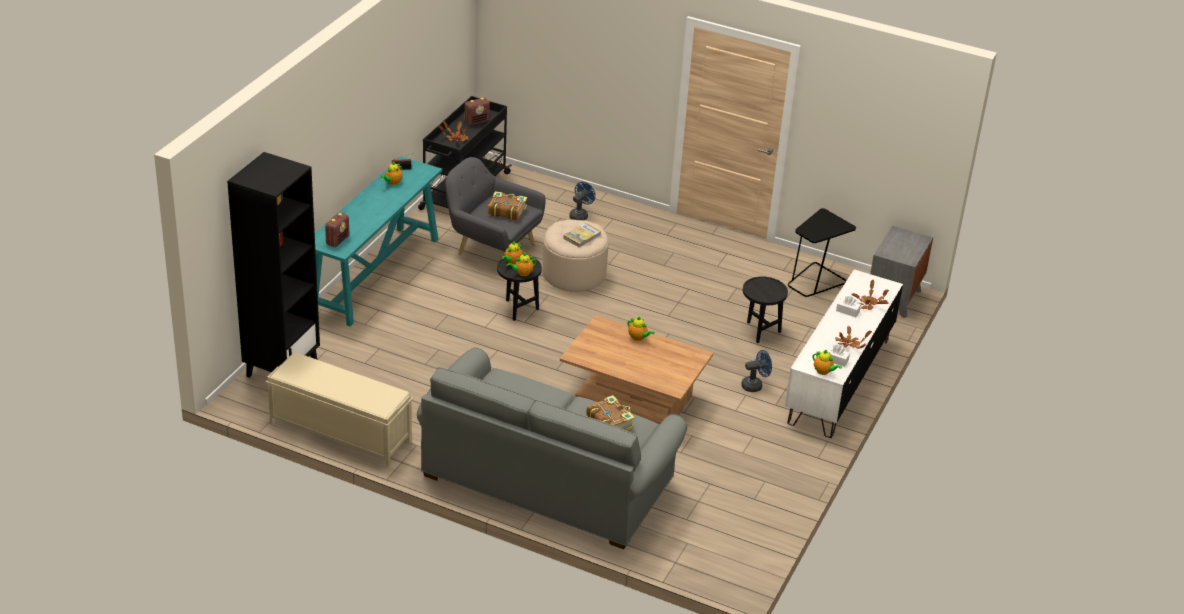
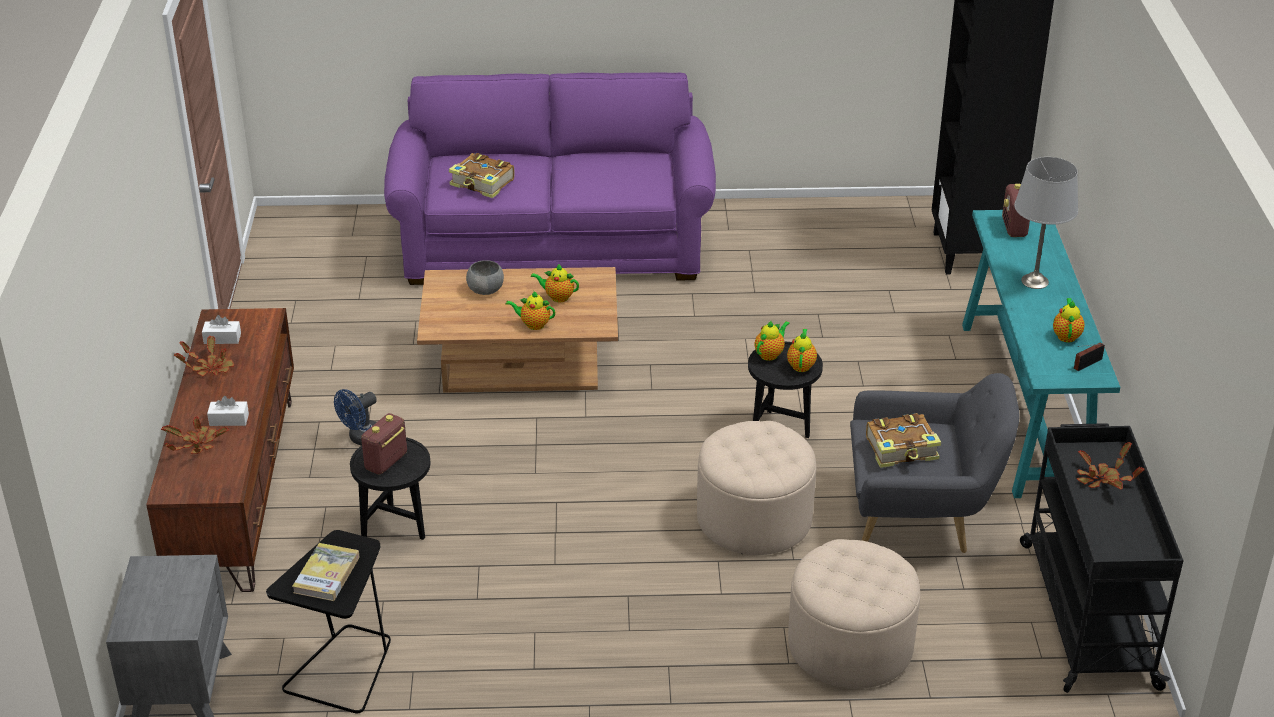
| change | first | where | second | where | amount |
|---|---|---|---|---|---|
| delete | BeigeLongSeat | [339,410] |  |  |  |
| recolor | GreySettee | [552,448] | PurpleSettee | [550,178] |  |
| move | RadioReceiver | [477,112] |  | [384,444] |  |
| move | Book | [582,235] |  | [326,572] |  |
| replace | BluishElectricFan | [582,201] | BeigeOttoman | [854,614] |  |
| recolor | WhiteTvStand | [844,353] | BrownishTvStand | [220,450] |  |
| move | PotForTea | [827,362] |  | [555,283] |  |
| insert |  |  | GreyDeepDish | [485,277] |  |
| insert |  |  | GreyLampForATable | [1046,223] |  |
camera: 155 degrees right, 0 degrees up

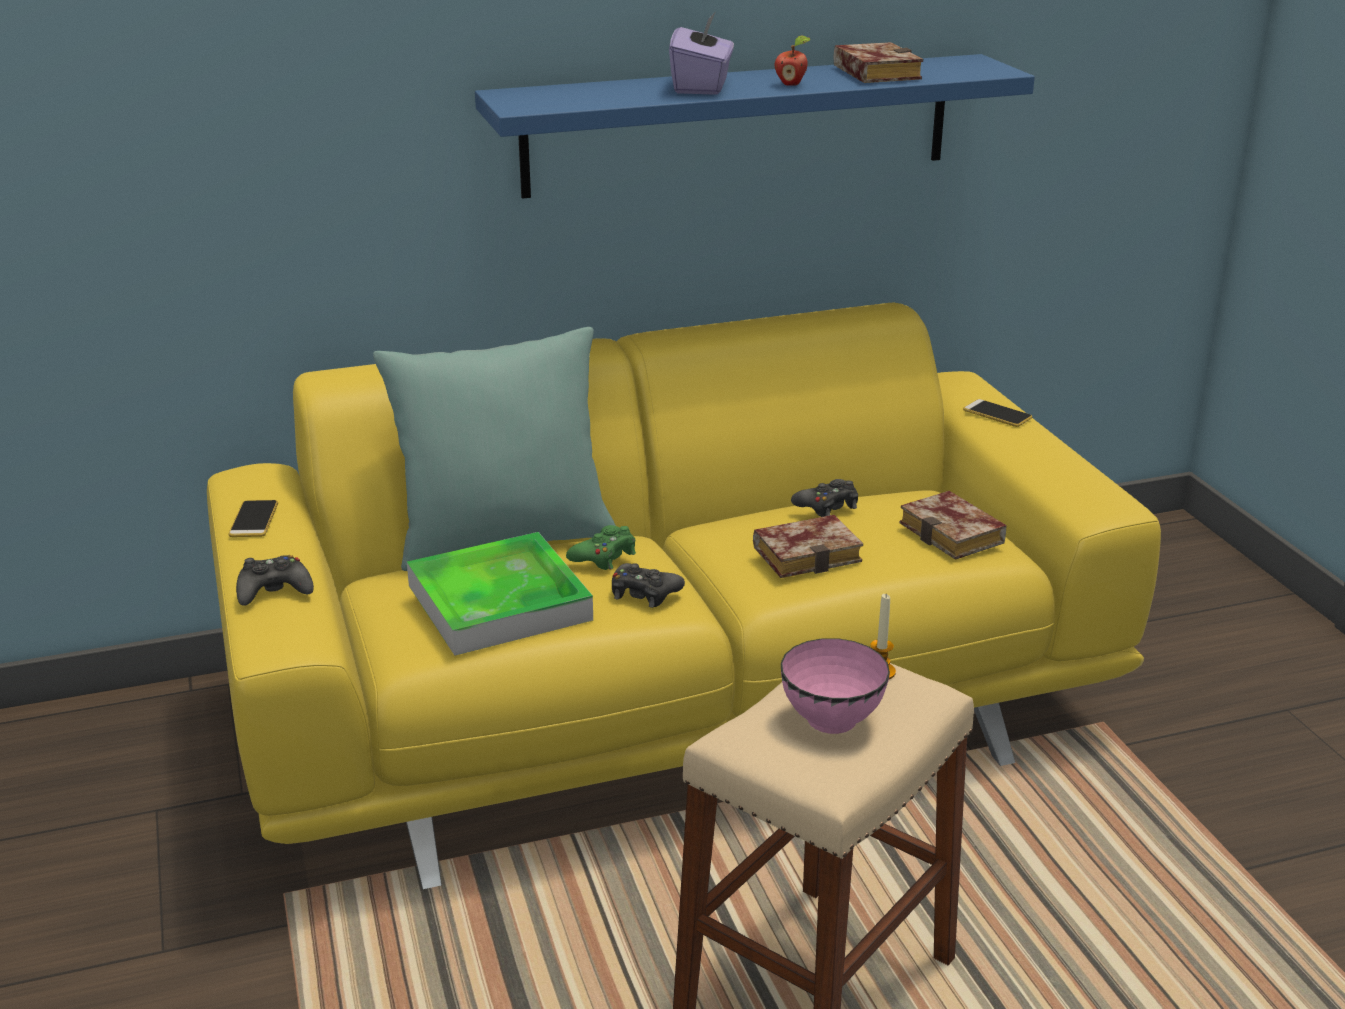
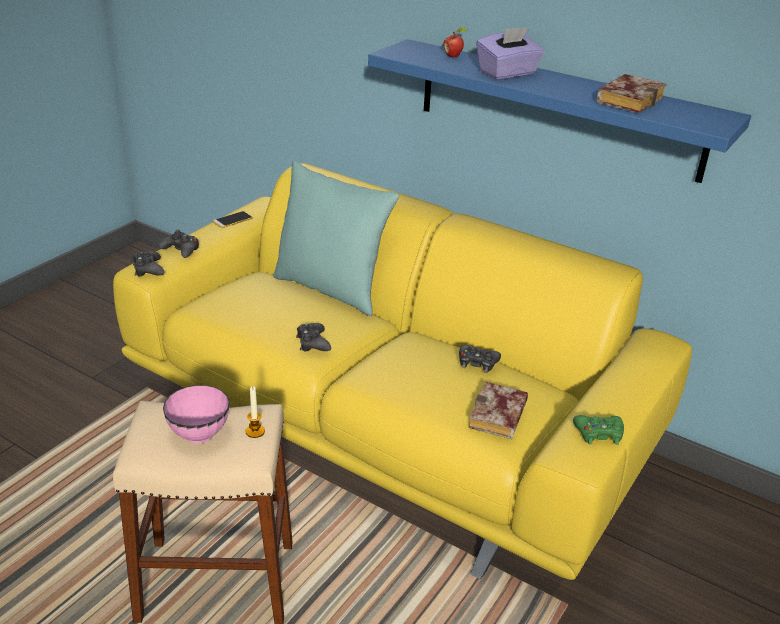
| change | first | where | second | where | amount |
|---|---|---|---|---|---|
| delete | CarryingTray | [500,594] |  |  |  |
| move | GreenGamepad | [601,547] |  | [598,430] |  |
| delete | Book | [808,546] |  |  |  |
| move | WholeApple | [792,60] |  | [455,42] |  |
| delete | Telephone | [997,413] |  |  |  |
| insert |  |  | BlackGamepad | [148,263] |  |
camera: 50 degrees right, 5 degrees up

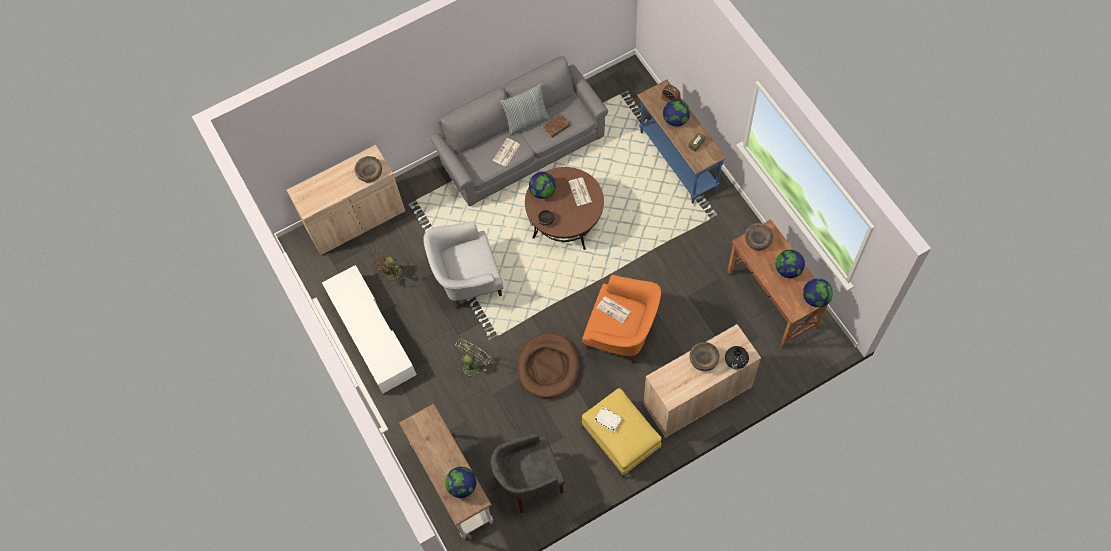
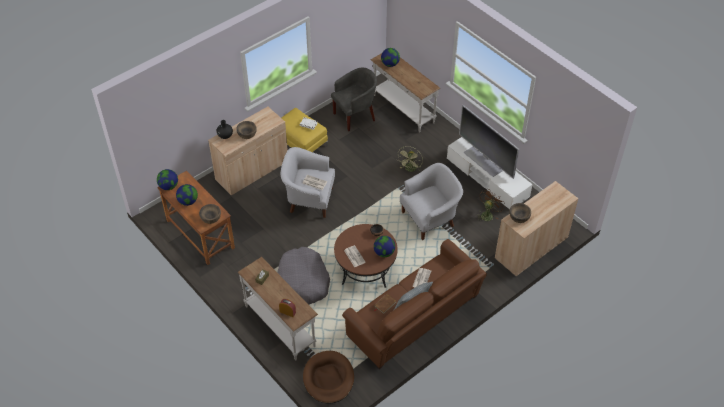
| change | first | where | second | where | amount |
|---|---|---|---|---|---|
| recolor | GreySettee | [519,131] | BrownishSettee | [414,304] |  |
| move | BrownishPetBed | [548,365] |  | [328,377] |  |
| recolor | OrangeArmchair | [621,319] | WhiteArmchair | [308,182] |  |
| recolor | BluishNarrowTable | [681,141] | WhiteNarrowTable | [278,309] |  |
| delete | WorldGlobe | [676,113] |  |  |  |
| insert |  |  | GreyPetBed | [303,276] |  |
| insert |  |  | Tv | [489,142] |  |
camera: 165 degrees right, 15 degrees down

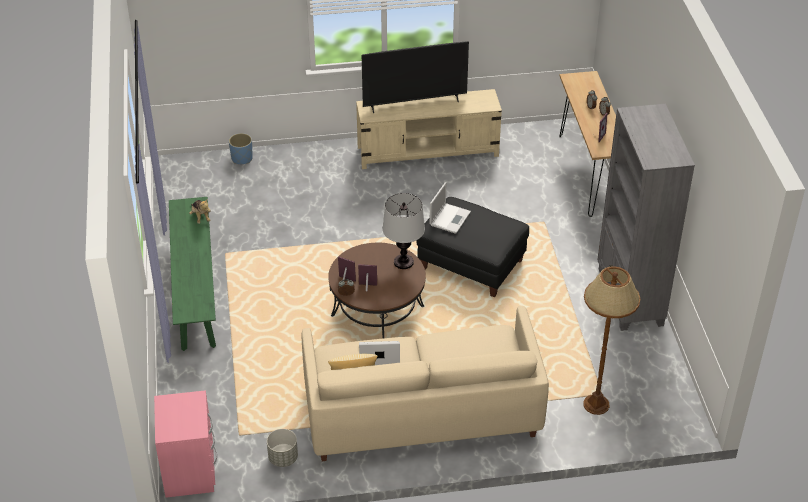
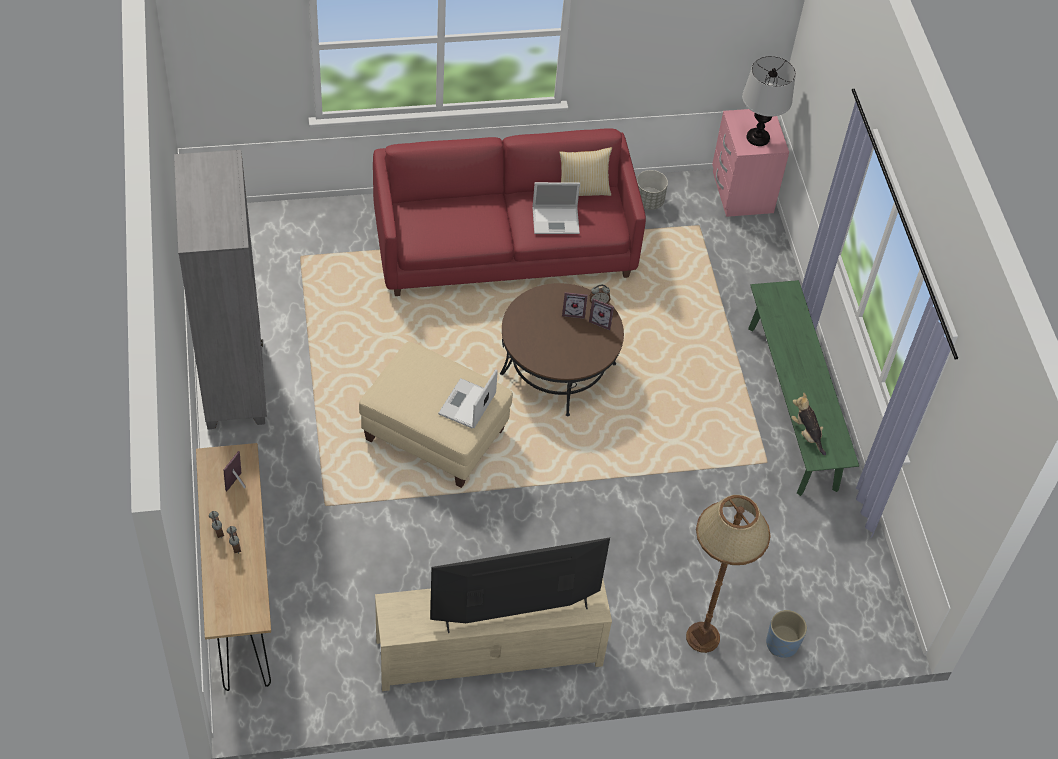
| change | first | where | second | where | amount |
|---|---|---|---|---|---|
| recolor | BeigeSettee | [425,383] | RedColouredSettee | [509,212] |  |
| move | LampForATable | [404,231] |  | [769,101] |  |
| recolor | BlackOttoman | [473,247] | BeigeOttoman | [436,415] |  |
| move | BrownishFloorLamp | [611,340] |  | [728,574] |  |
camera: 175 degrees right, 10 degrees up

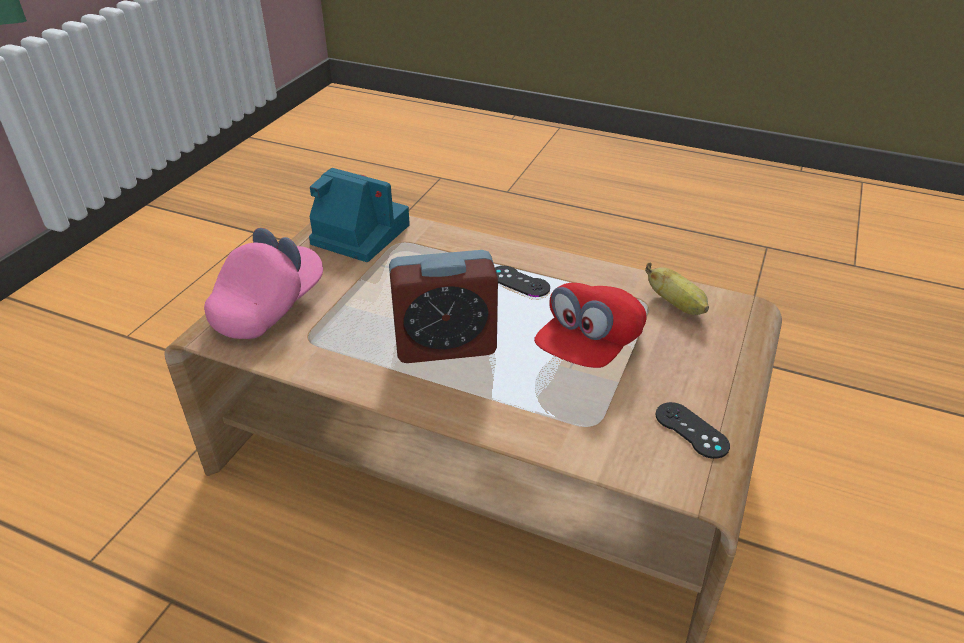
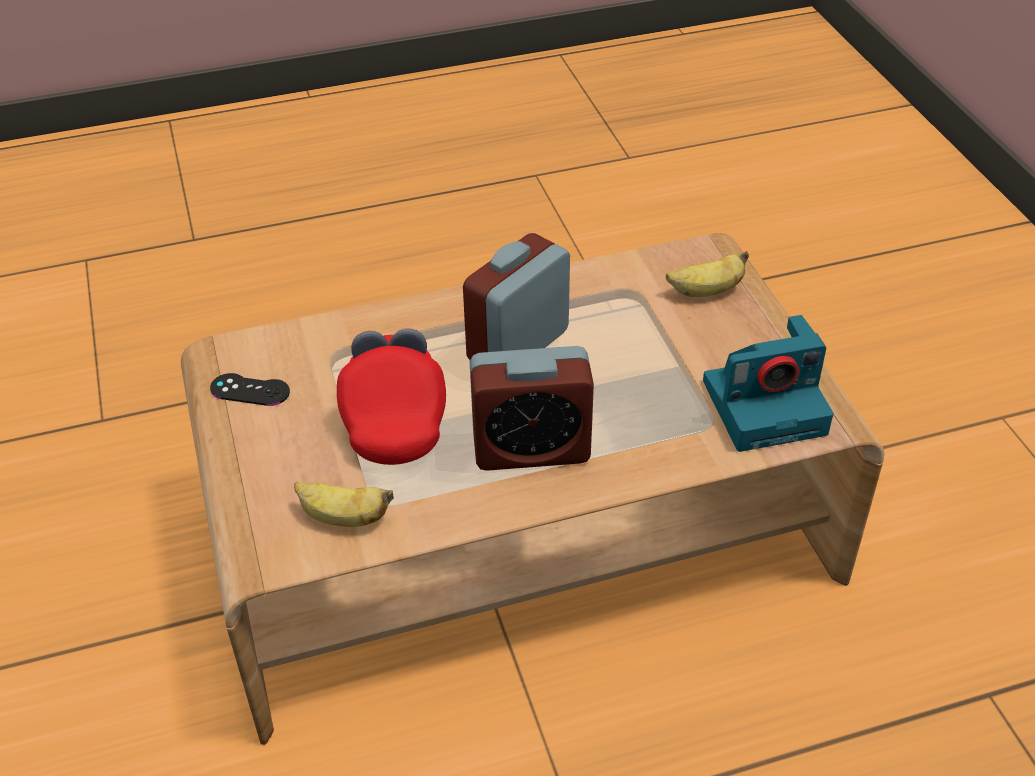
| change | first | where | second | where | amount |
|---|---|---|---|---|---|
| replace | PinkColouredPeakedCap | [263,283] | BananaFruit | [707,274] |  |
| replace | BlackGamepad | [522,281] | BedsideClock | [532,408] |  |
camera: 140 degrees right, 5 degrees up

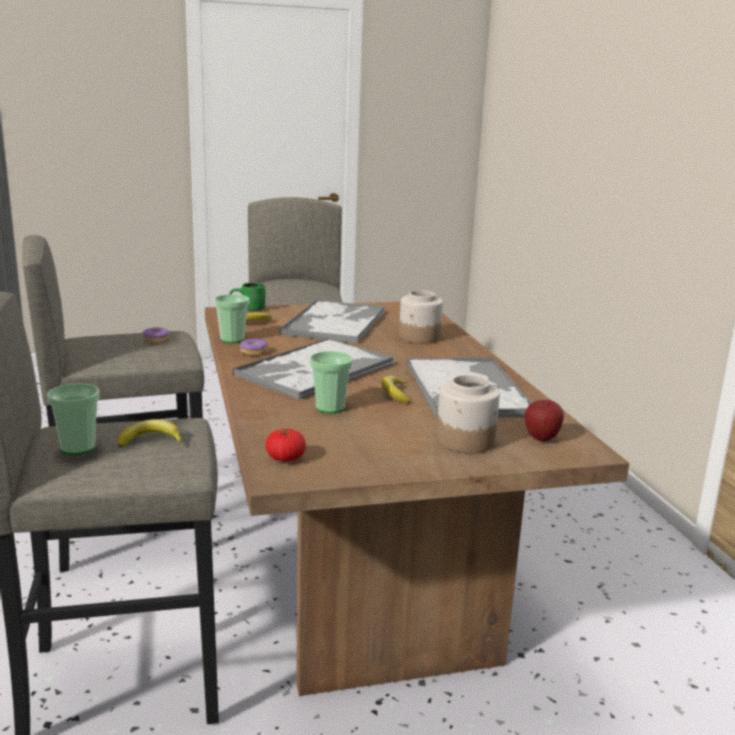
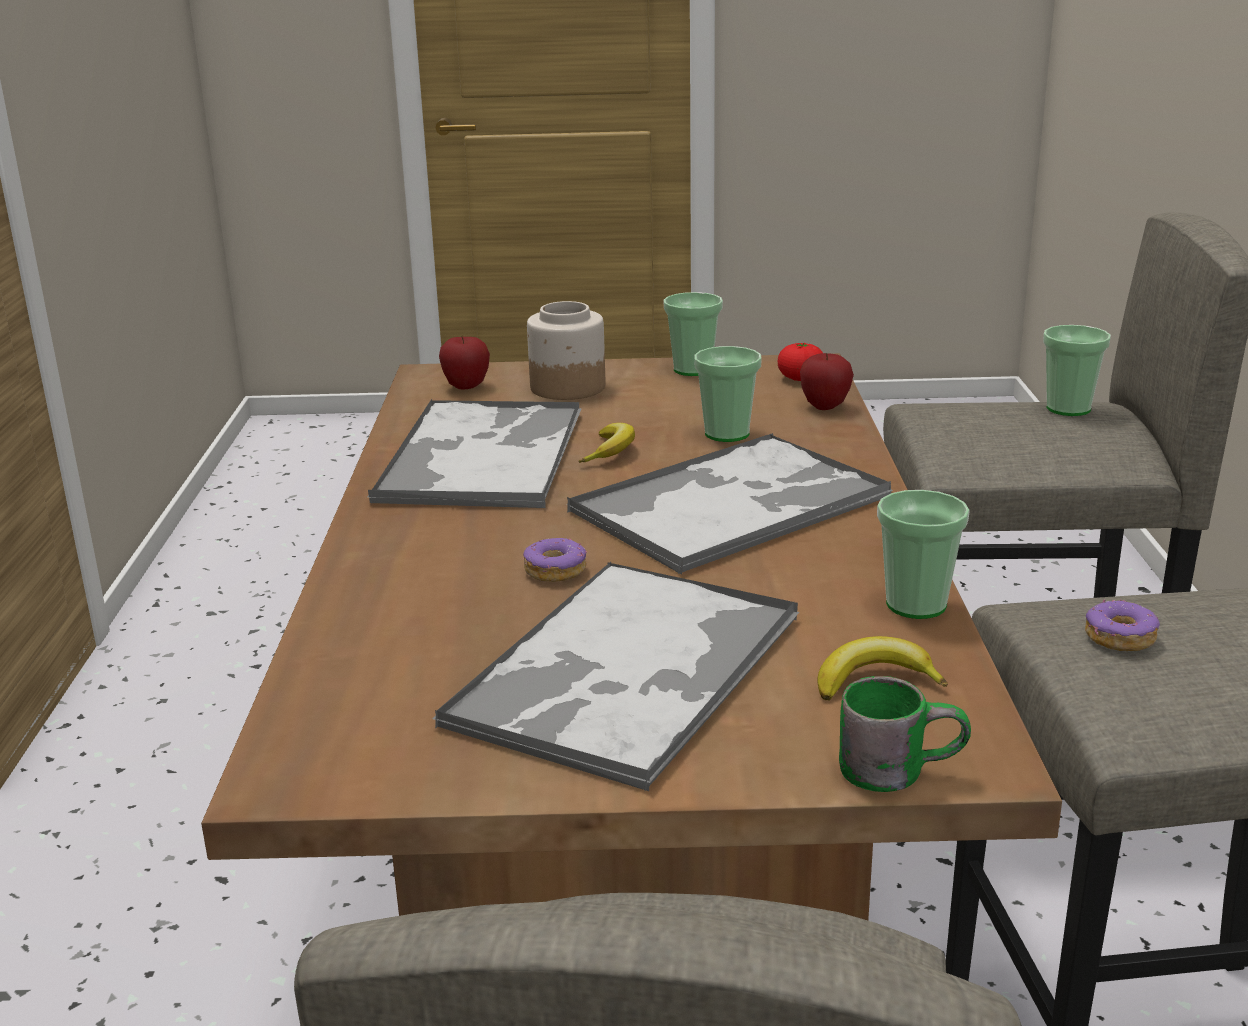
| change | first | where | second | where | amount |
|---|---|---|---|---|---|
| delete | BananaFruit | [150,433] |  |  |  |
| move | Donut | [254,347] |  | [555,560] |  |
| delete | Jar | [421,317] |  |  |  |
| insert |  |  | Cup | [693,334] |  |
| insert |  |  | WholeApple | [827,381] |  |
camera: 165 degrees left, 5 degrees up

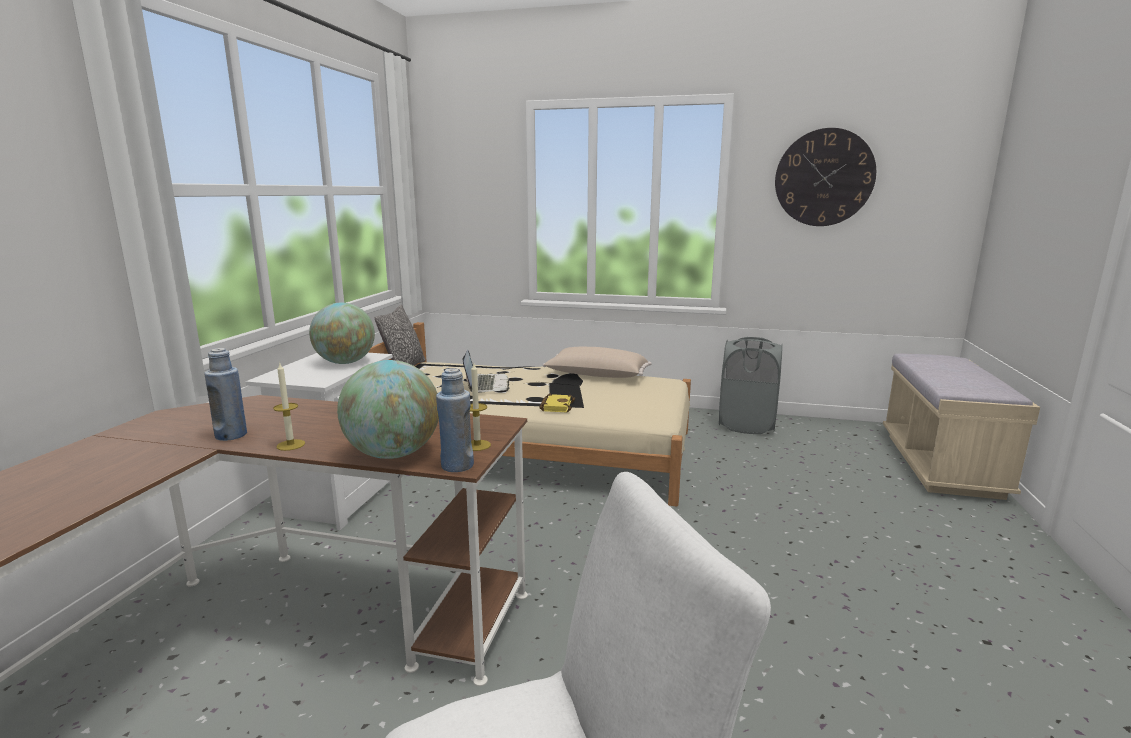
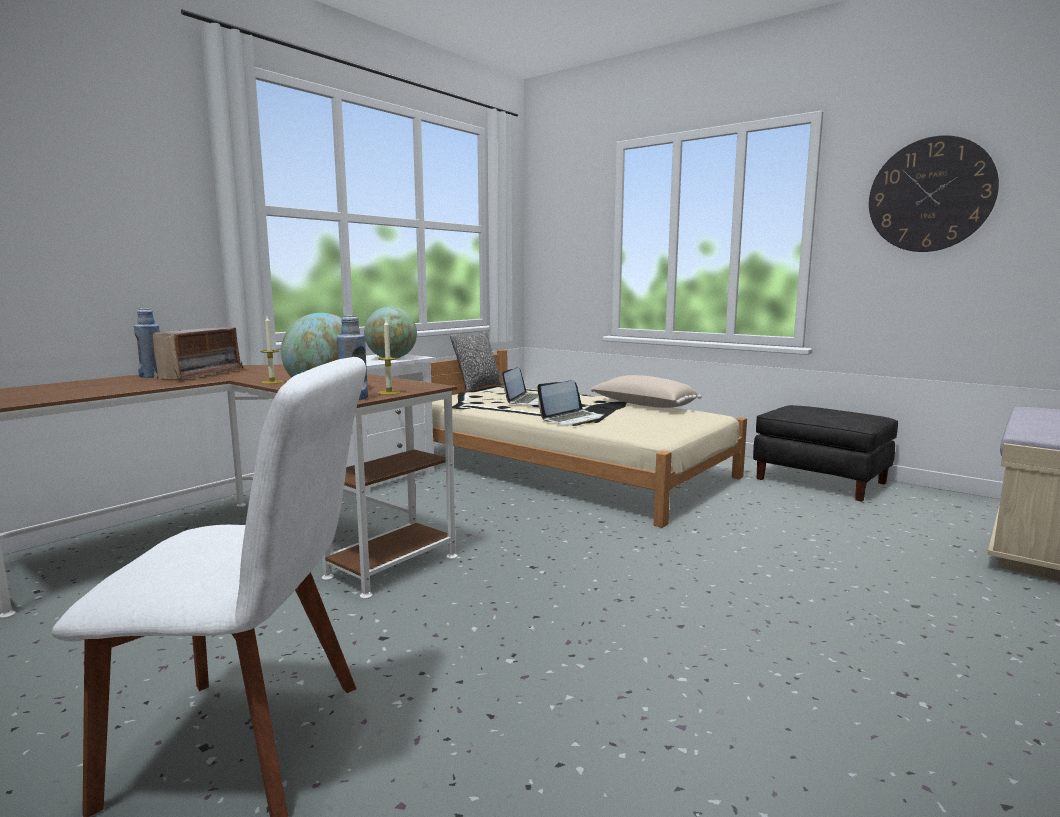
| change | first | where | second | where | amount |
|---|---|---|---|---|---|
| move | BluishBeverageBottle | [226,394] |  | [147,343] |  |
| replace | YellowishBook | [557,403] | PortableComputer | [570,403] |  |
| replace | GreyLaundryBasket | [750,385] | BlackOttoman | [825,453] |  |
| insert |  |  | RadioReceiver | [198,353] |  |
camera: 25 degrees right, 5 degrees down

